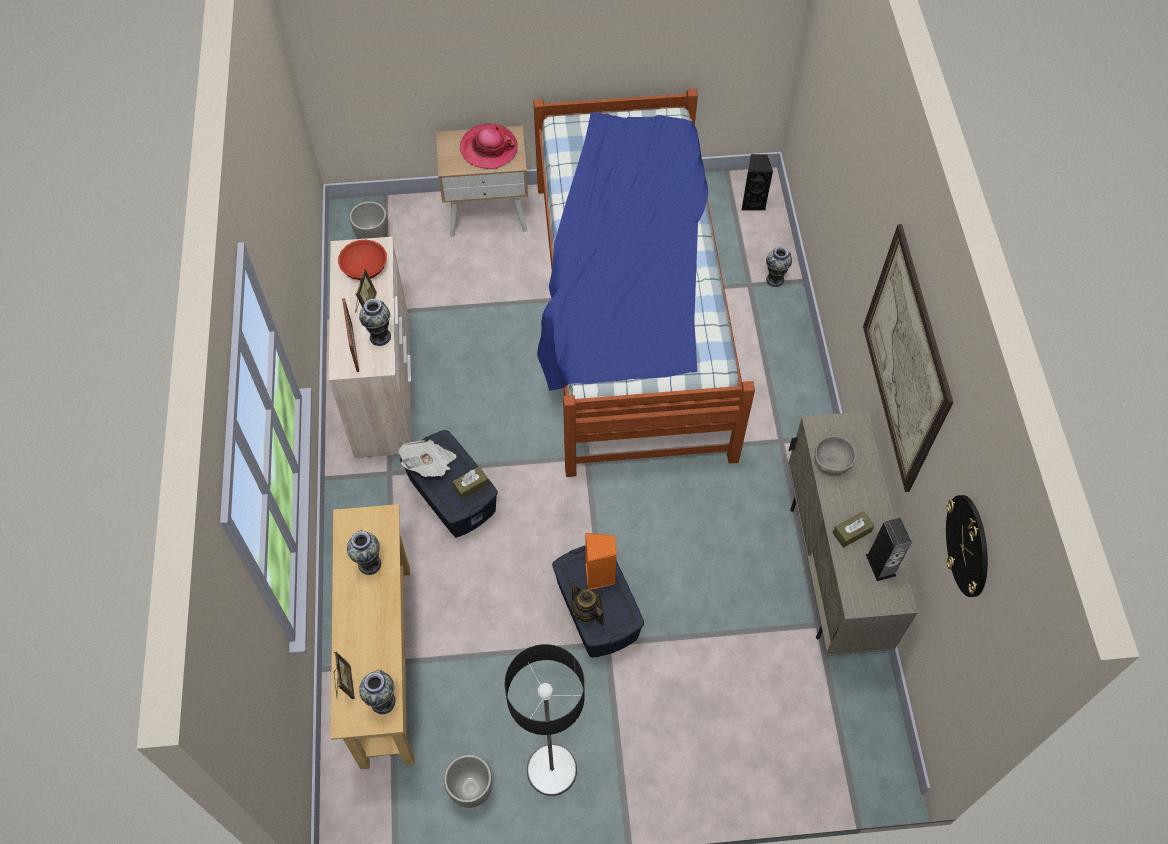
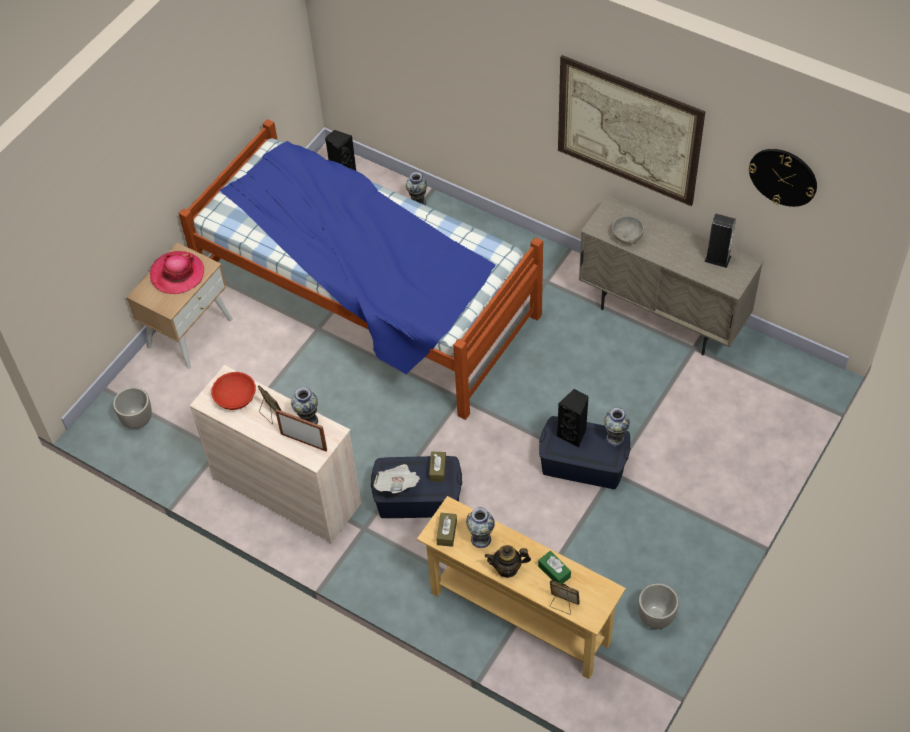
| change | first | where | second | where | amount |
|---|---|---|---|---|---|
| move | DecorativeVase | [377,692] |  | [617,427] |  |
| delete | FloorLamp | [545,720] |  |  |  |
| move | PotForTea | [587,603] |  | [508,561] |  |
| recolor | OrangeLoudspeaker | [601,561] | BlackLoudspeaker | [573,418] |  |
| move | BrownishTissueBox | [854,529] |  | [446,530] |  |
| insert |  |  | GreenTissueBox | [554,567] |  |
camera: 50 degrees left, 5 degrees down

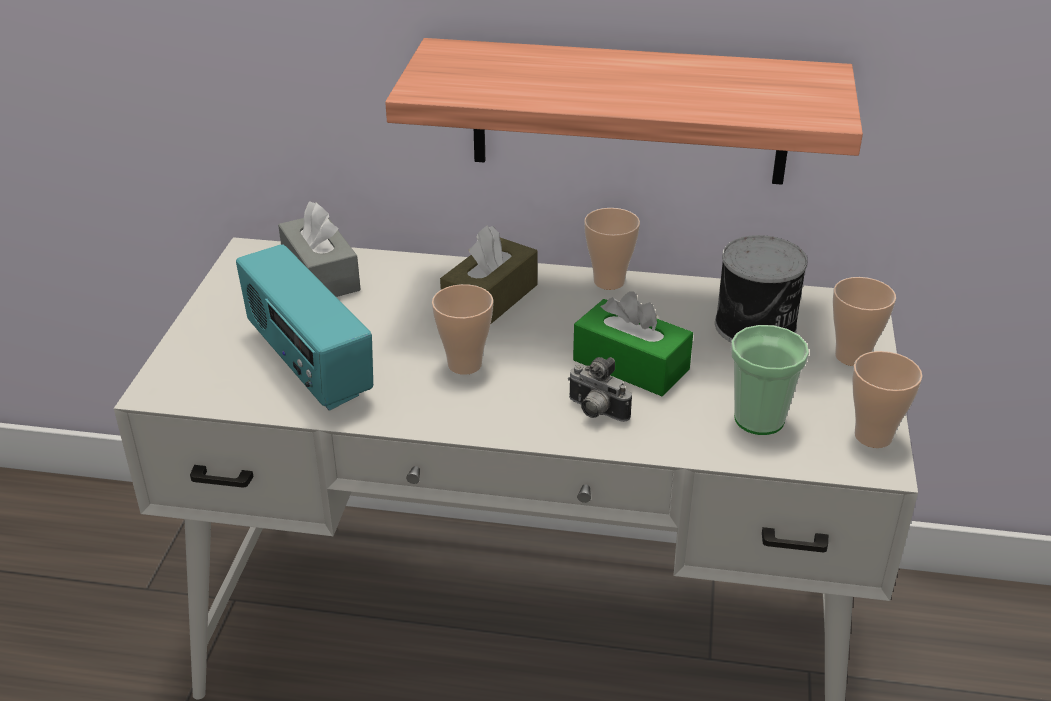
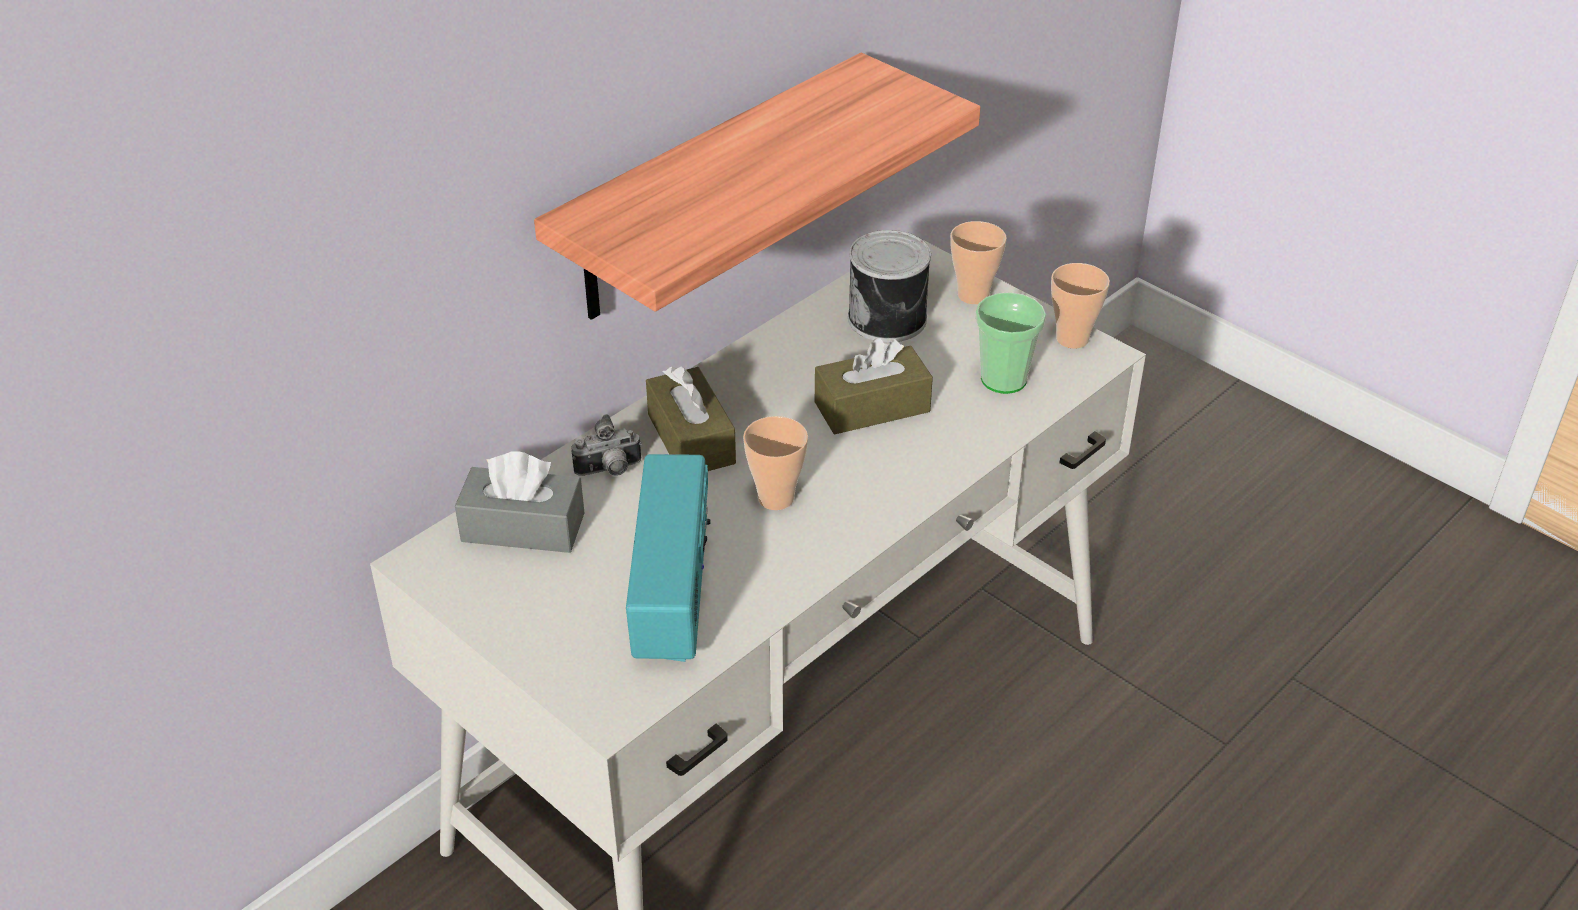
| change | first | where | second | where | amount |
|---|---|---|---|---|---|
| rotate | RadioReceiver | [304,327] |  | [668,558] | 90 degrees counterclockwise |
| move | StillCamera | [600,389] |  | [606,445] |  |
| recolor | GreenTissueBox | [633,343] | BrownishTissueBox | [874,386] |  |
| delete | Cup | [612,249] |  |  |  |
camera: 55 degrees left, 5 degrees up

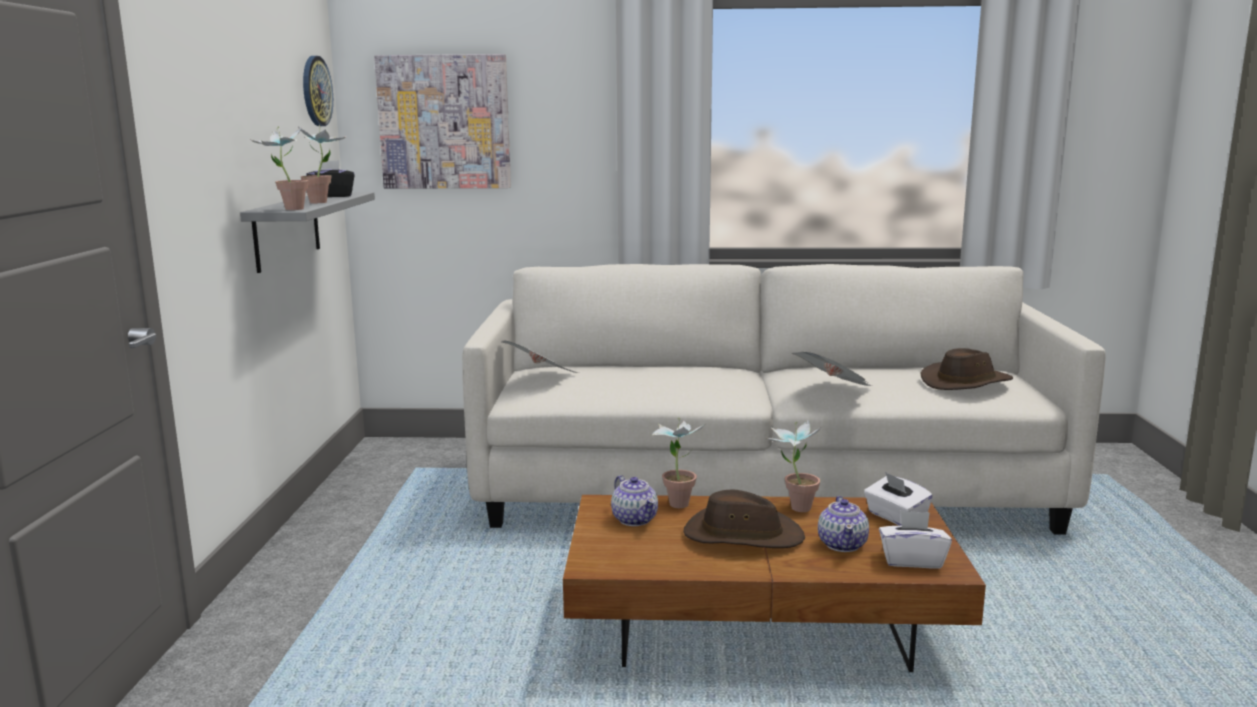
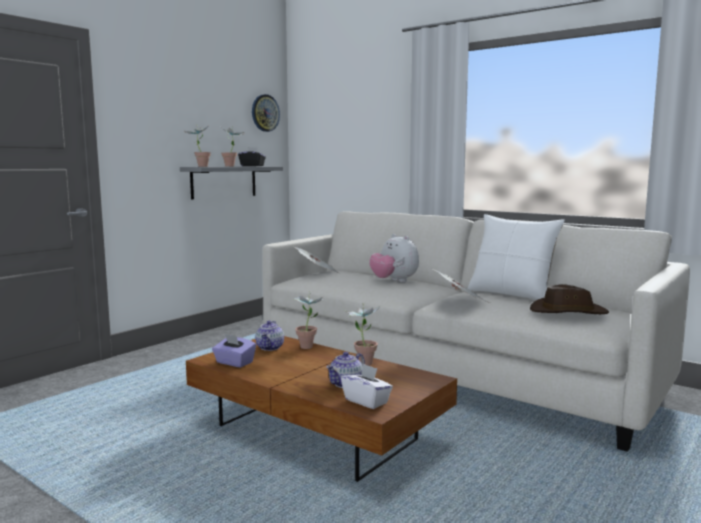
| change | first | where | second | where | amount |
|---|---|---|---|---|---|
| delete | Picture | [442,121] |  |  |  |
| delete | BrownishWearableHat | [744,519] |  |  |  |
| delete | WhiteTissueBox | [898,499] |  |  |  |
| insert |  |  | PurpleTissueBox | [234,351] |  |
| insert |  |  | SoftToy | [394,258] |  |
| insert |  |  | WhiteThrowPillow | [516,257] |  |
camera: 35 degrees right, 5 degrees down

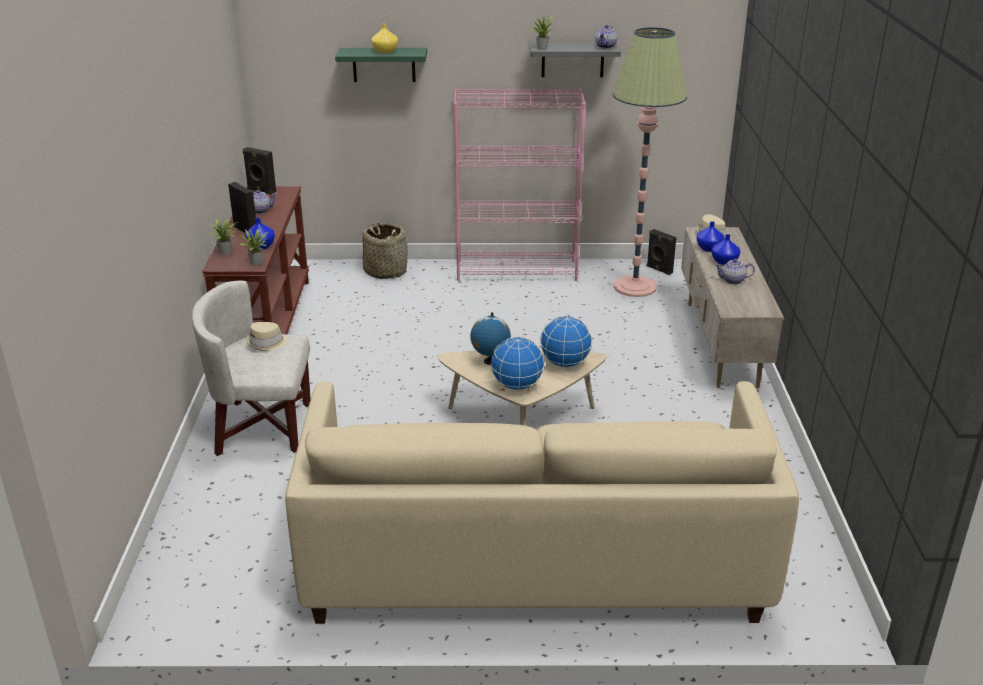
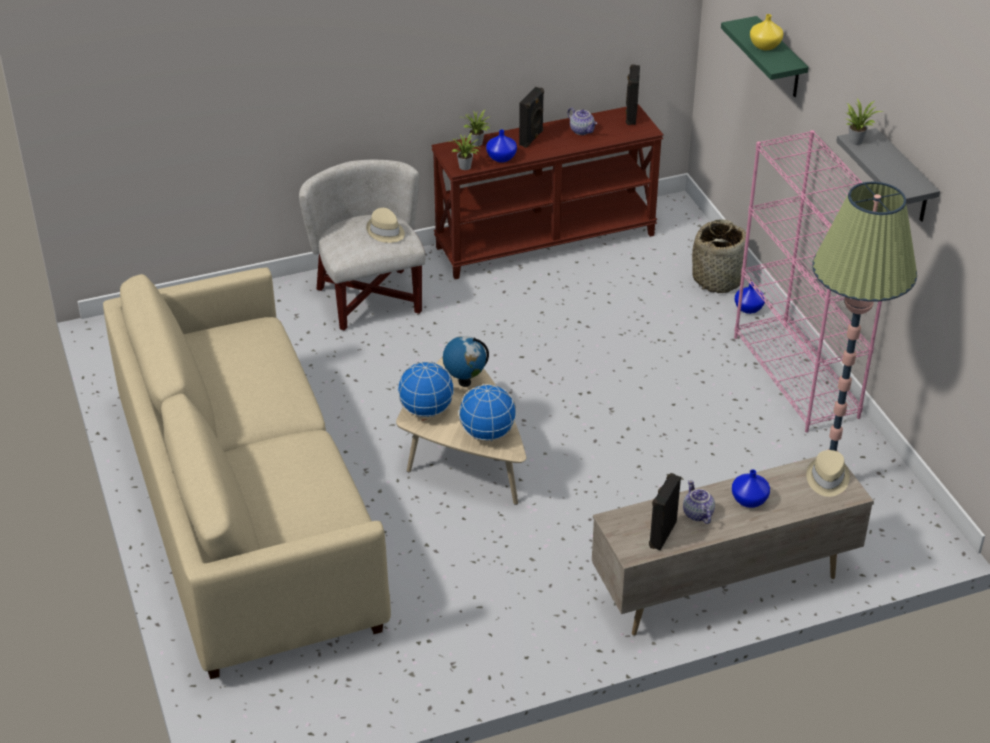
| change | first | where | second | where | amount |
|---|---|---|---|---|---|
| delete | PotForTea | [606,37] |  |  |  |
| move | BlackLoudspeaker | [661,252] |  | [665,511] |  |
| move | BluishDecorativeVase | [711,236] |  | [750,298] |  |
camera: 70 degrees right, 10 degrees up

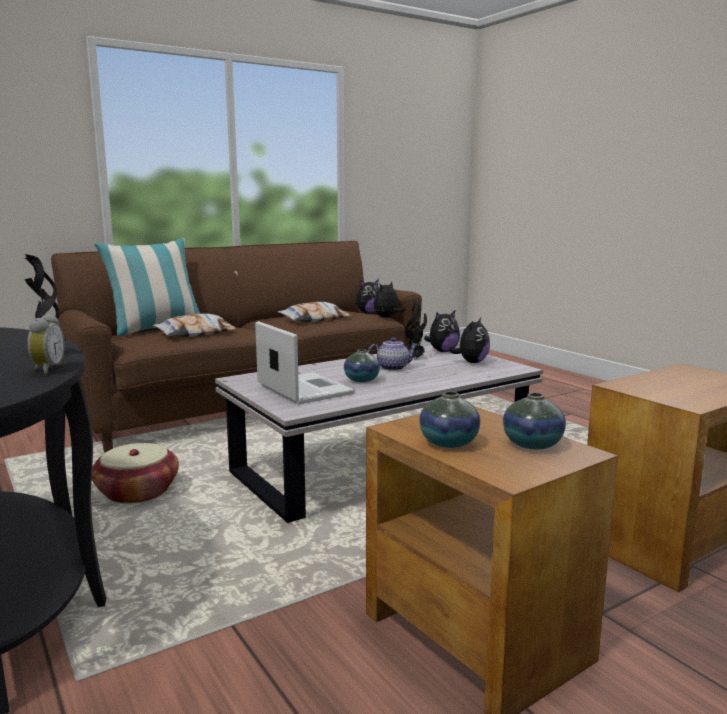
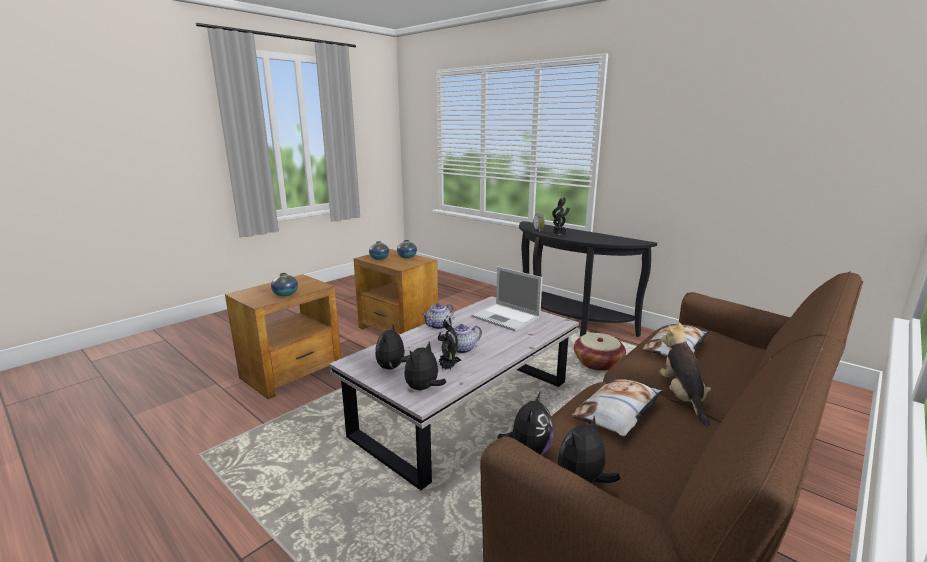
| change | first | where | second | where | amount |
|---|---|---|---|---|---|
| delete | ThrowPillow | [147,287] |  |  |  |
| move | DecorativeVase | [362,365] |  | [284,284] |  |
| insert |  |  | PotForTea | [438,316] |  |
| insert |  |  | SoftToy | [685,374] |  |
camera: 165 degrees right, 5 degrees up

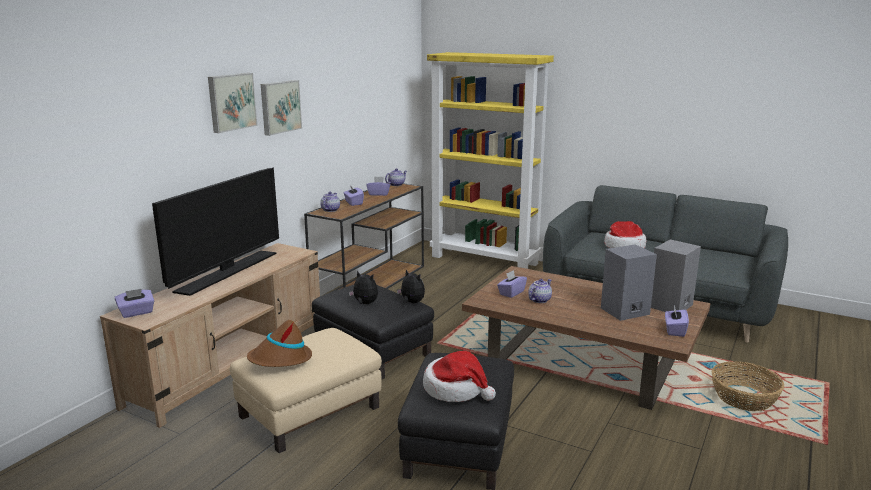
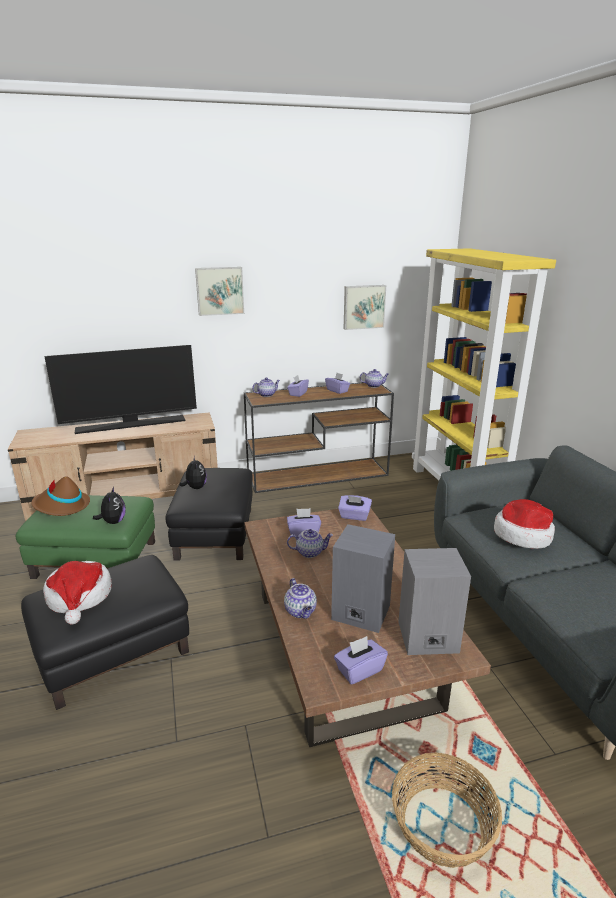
| change | first | where | second | where | amount |
|---|---|---|---|---|---|
| move | PurpleTissueBox | [134,303] |  | [355,508] |  |
| move | Picture | [232,103] |  | [365,307] |  |
| recolor | BeigeOttoman | [306,390] | GreenOttoman | [85,537] |  |
| move | SoftToy | [411,286] |  | [109,505] |  |
| insert |  |  | PotForTea | [300,598] |  |
camera: 45 degrees right, 5 degrees up

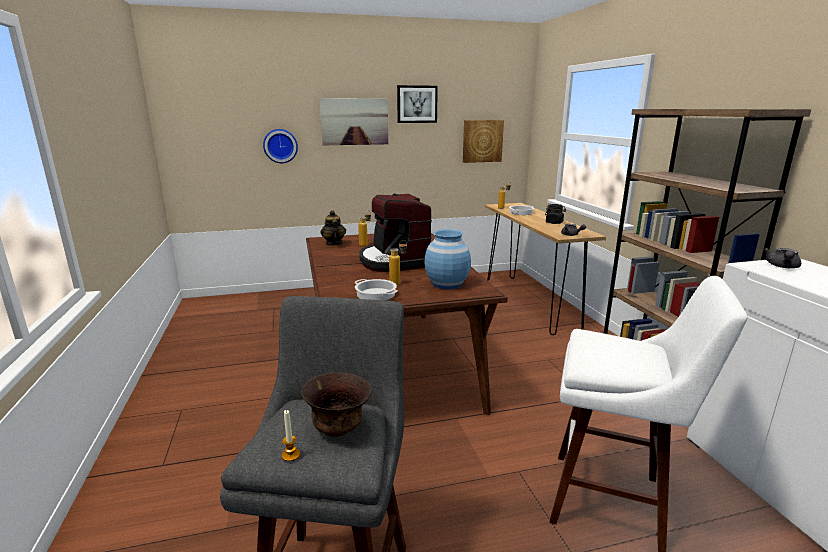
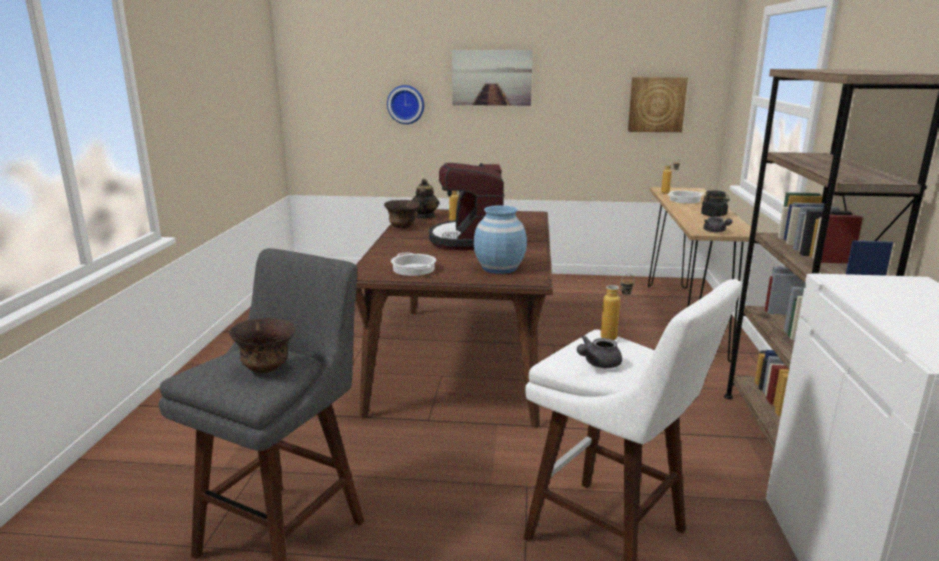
| change | first | where | second | where | amount |
|---|---|---|---|---|---|
| delete | Candle | [291,436] |  |  |  |
| move | BeverageBottle | [398,262] |  | [617,307] |  |
| delete | Picture | [417,104] |  |  |  |
| move | GreyPotForTea | [782,258] |  | [599,352] |  |
| insert |  |  | BrownishDeepDish | [401,214] |  |
camera: 20 degrees right, 0 degrees up

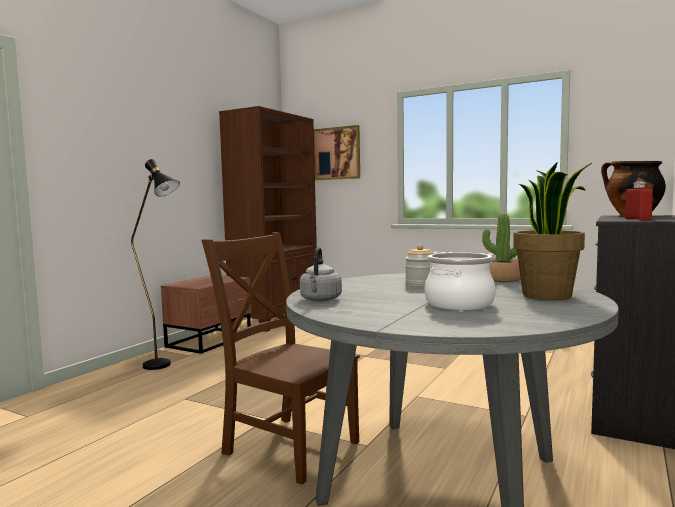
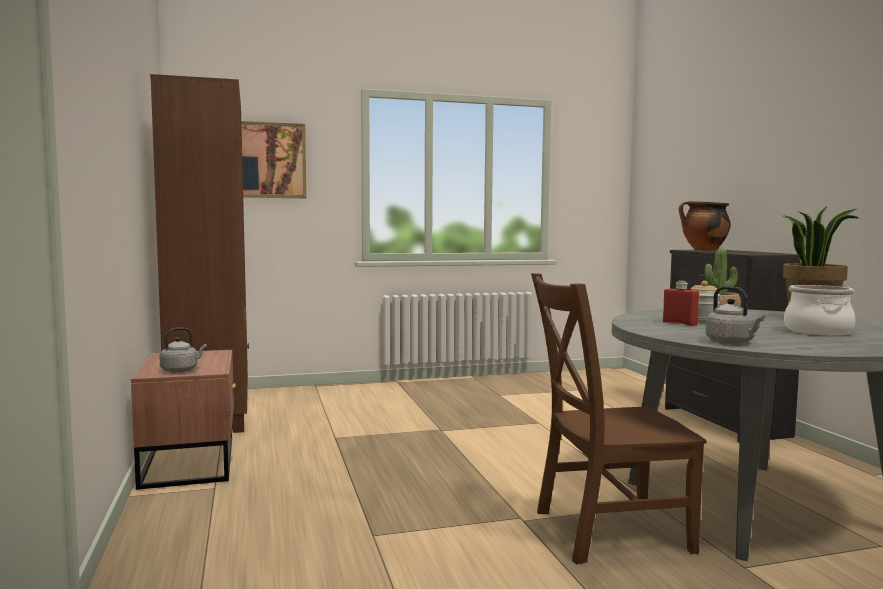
| change | first | where | second | where | amount |
|---|---|---|---|---|---|
| delete | BlackFloorLamp | [155,264] |  |  |  |
| move | RedColouredBeverageBottle | [639,200] |  | [681,303] |  |
| insert |  |  | GreyWaterKettle | [183,350] |  |
camera: 45 degrees left, 0 degrees up

